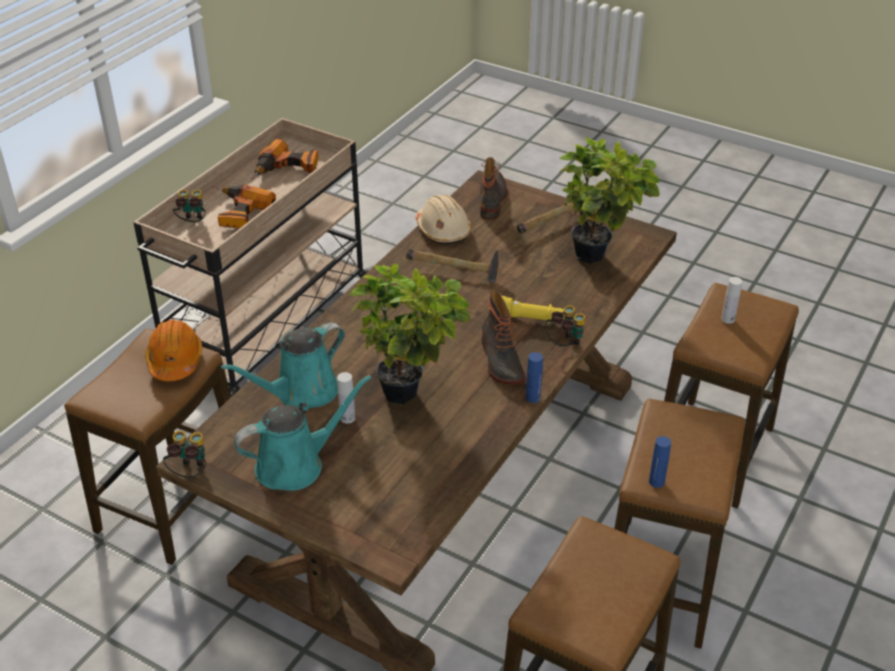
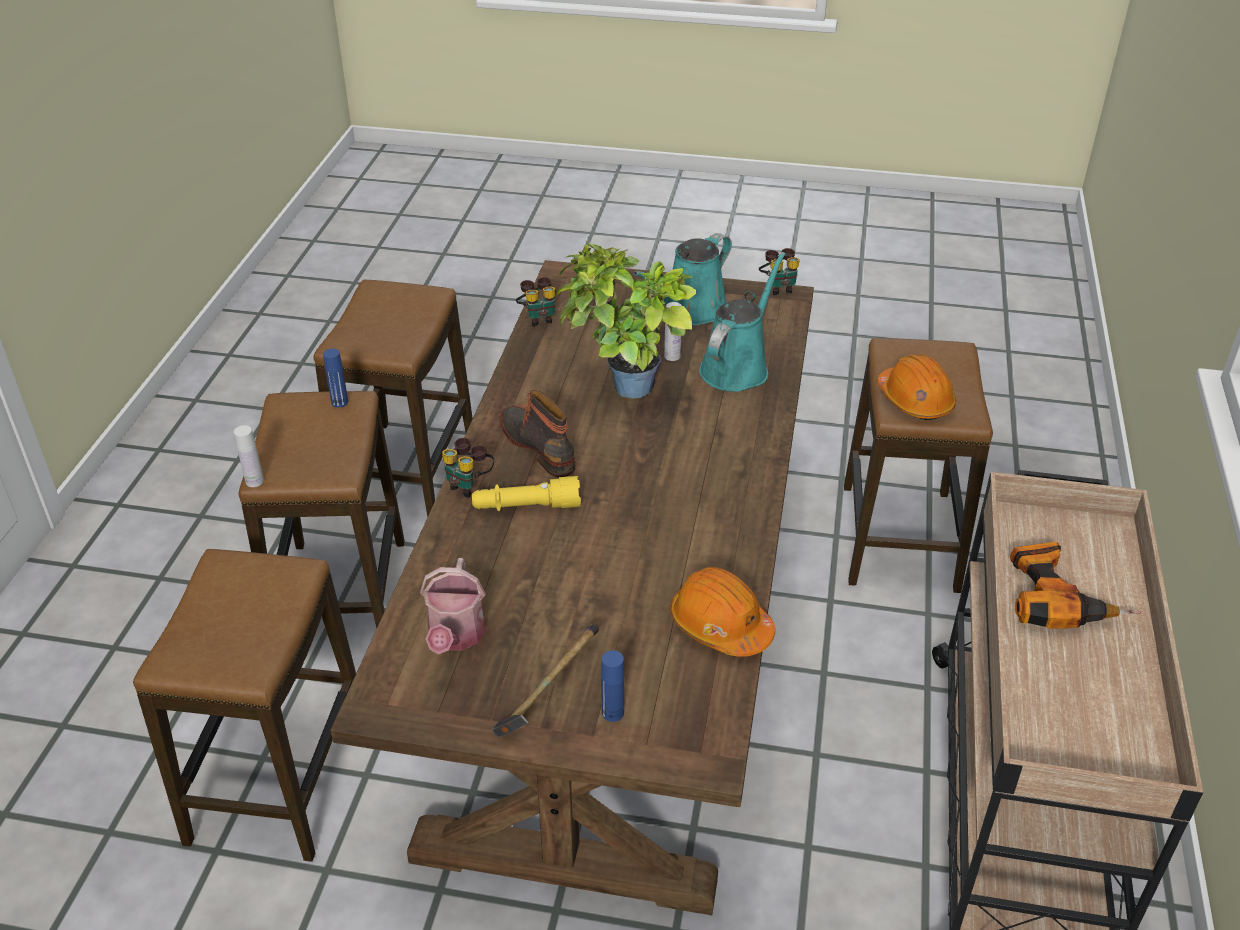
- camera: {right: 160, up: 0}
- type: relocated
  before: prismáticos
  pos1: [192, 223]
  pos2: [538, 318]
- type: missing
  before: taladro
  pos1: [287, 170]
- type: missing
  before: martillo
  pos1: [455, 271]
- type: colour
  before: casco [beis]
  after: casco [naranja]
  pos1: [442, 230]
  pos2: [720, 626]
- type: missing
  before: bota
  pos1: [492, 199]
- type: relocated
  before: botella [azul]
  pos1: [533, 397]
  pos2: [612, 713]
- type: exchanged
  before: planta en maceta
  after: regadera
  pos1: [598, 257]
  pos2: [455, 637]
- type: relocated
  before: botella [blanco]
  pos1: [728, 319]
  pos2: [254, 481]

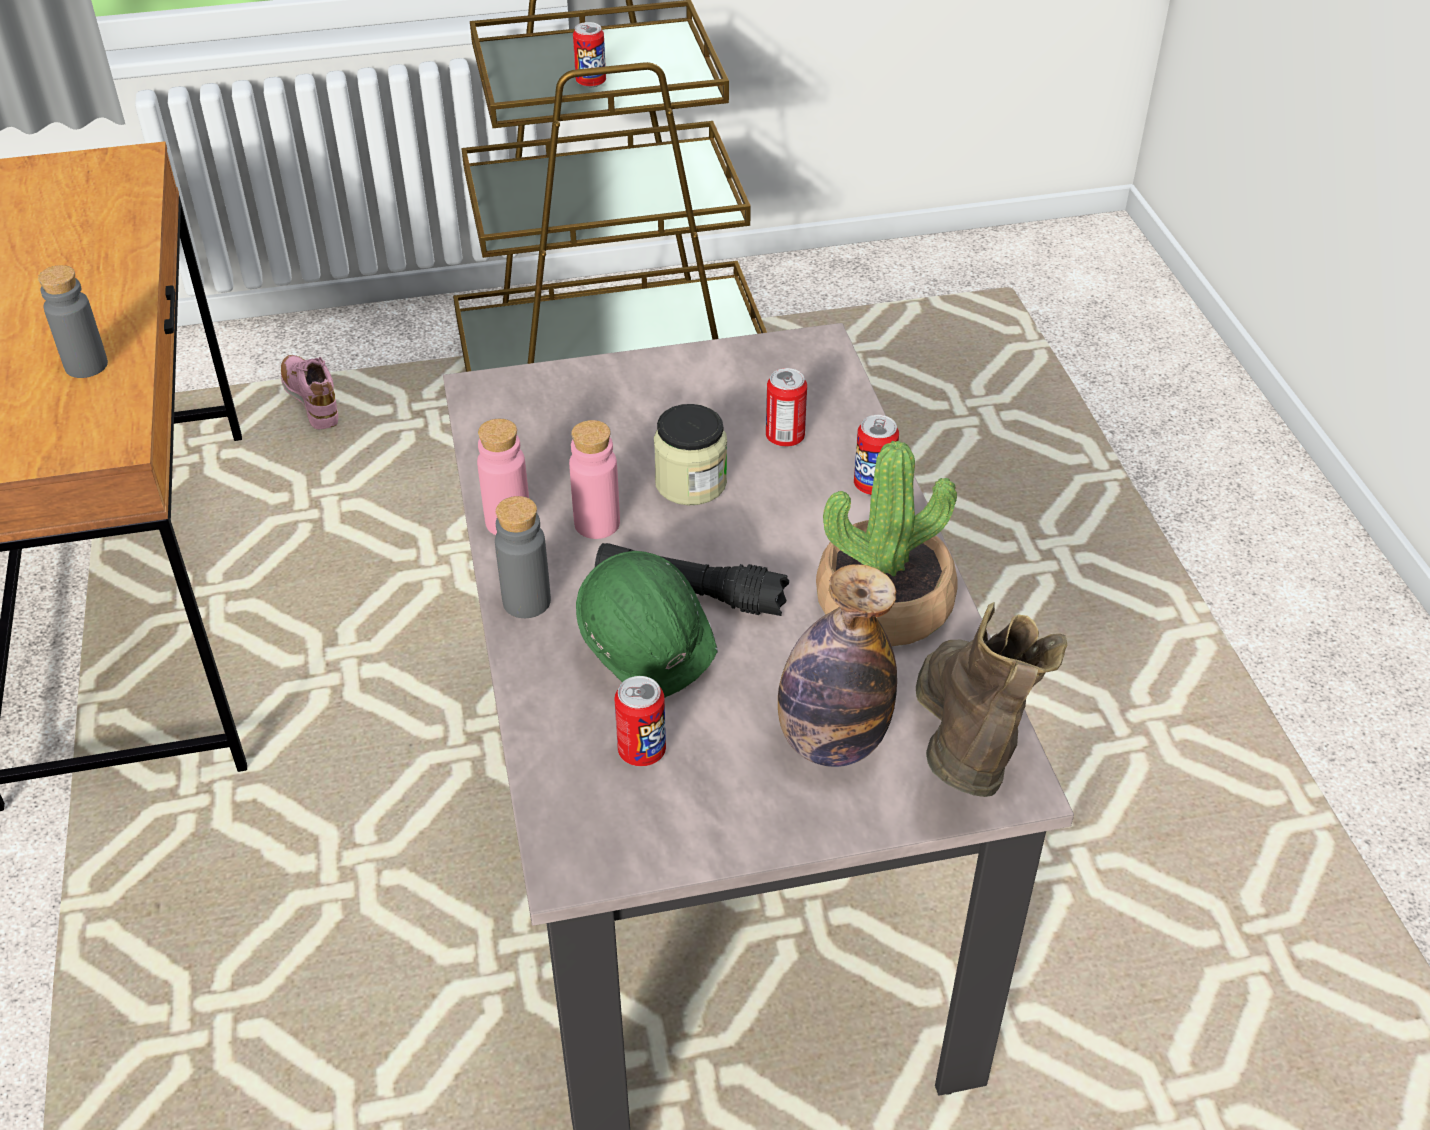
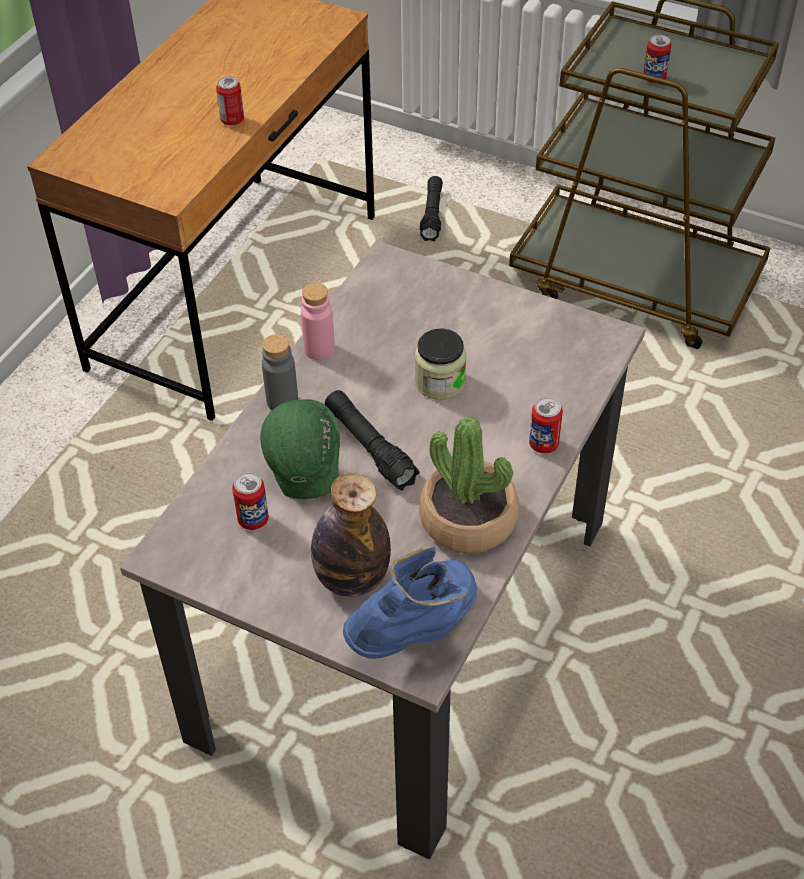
- camera: {right: 40, up: 5}
- type: missing
  before: botella [gris]
  pos1: [86, 365]
- type: exchanged
  before: zapato [rosa]
  after: linterna [negro]
  pos1: [312, 401]
  pos2: [432, 215]
- type: missing
  before: botella [rosa]
  pos1: [597, 523]
- type: relocated
  before: lata
  pos1: [785, 437]
  pos2: [232, 120]
- type: colour
  before: bota [marrón]
  after: bota [azul]
  pos1: [967, 752]
  pos2: [417, 632]

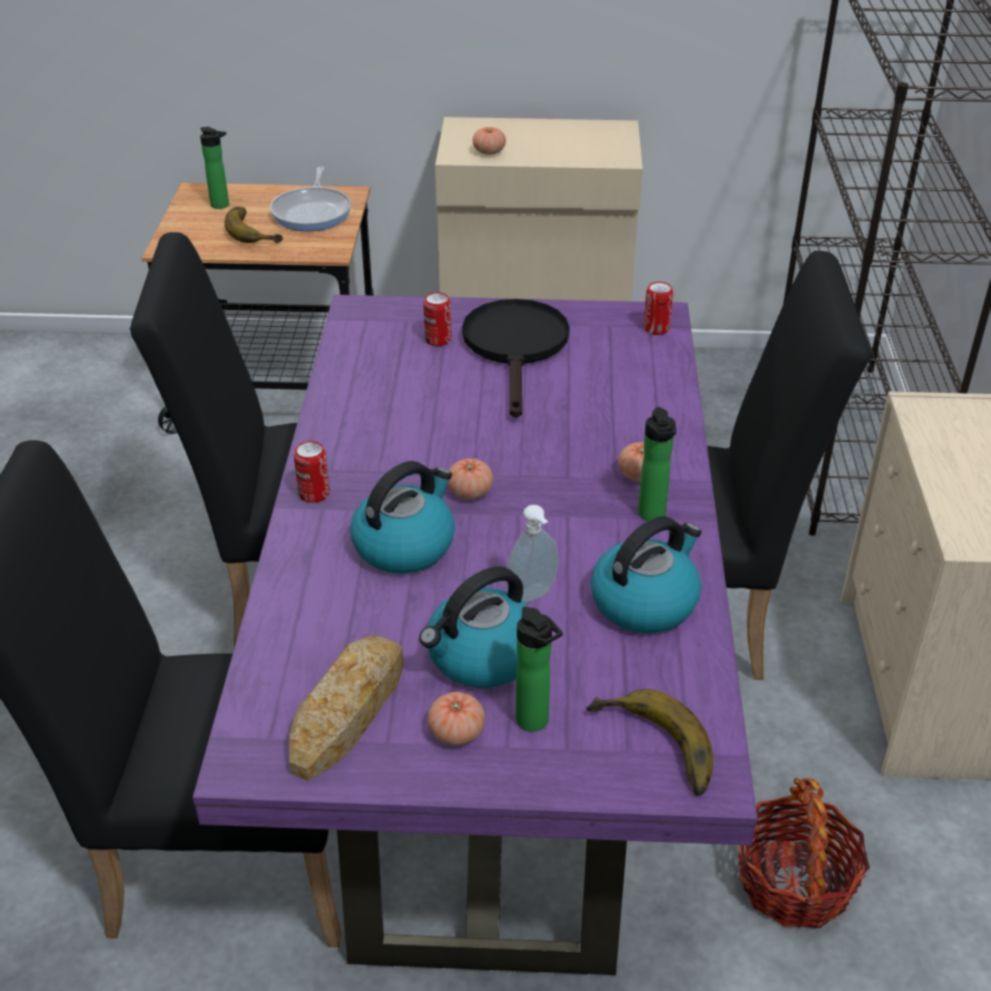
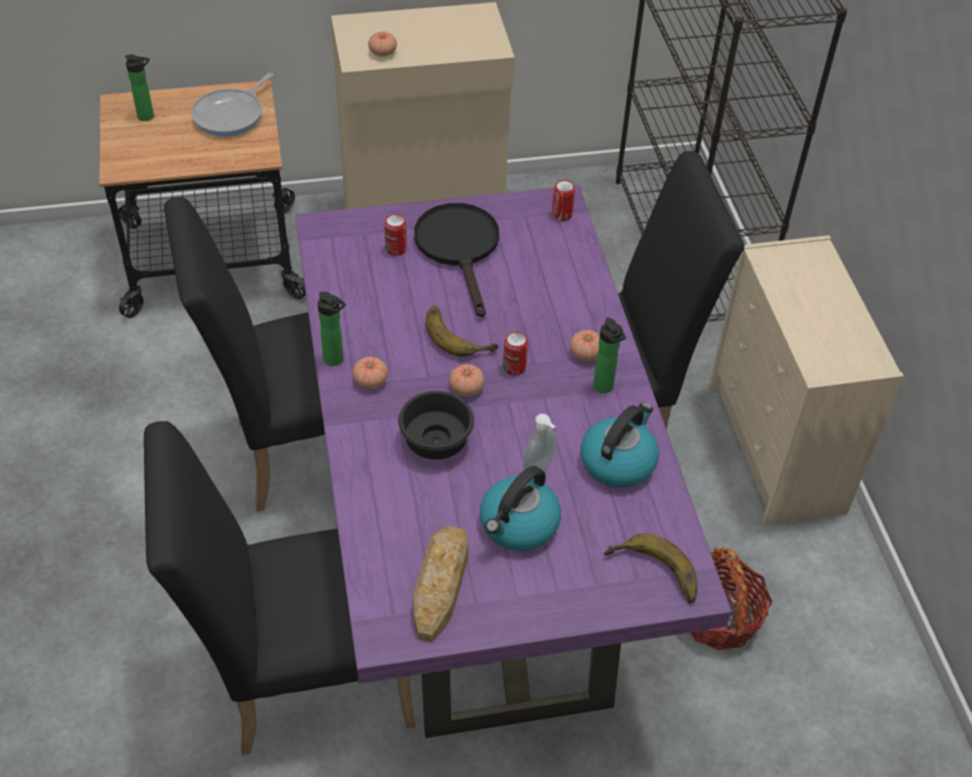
- camera: {right: -15, up: 10}
- type: relocated
  before: plátano
  pos1: [256, 230]
  pos2: [459, 333]
- type: spun
  before: sartén
  pos1: [313, 212]
  pos2: [231, 115]
  turn: 45
- type: relocated
  before: lata
  pos1: [314, 494]
  pos2: [514, 367]
- type: exchanged
  before: hervidor
  after: cuenco [negro]
  pos1: [405, 545]
  pos2: [434, 443]
- type: relocated
  before: tomate
  pos1: [456, 732]
  pos2: [370, 381]
- type: relocated
  before: botella
  pos1: [535, 723]
  pos2: [335, 360]

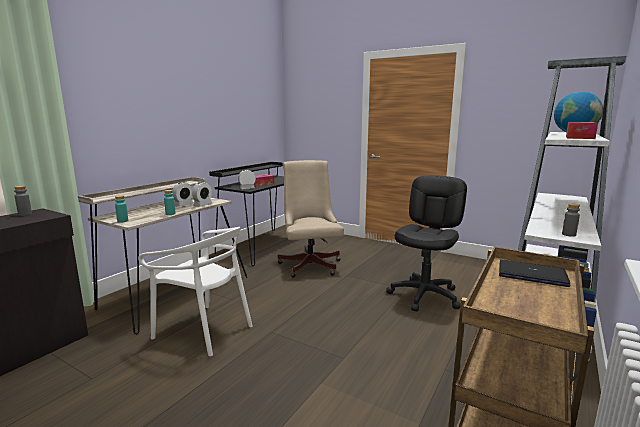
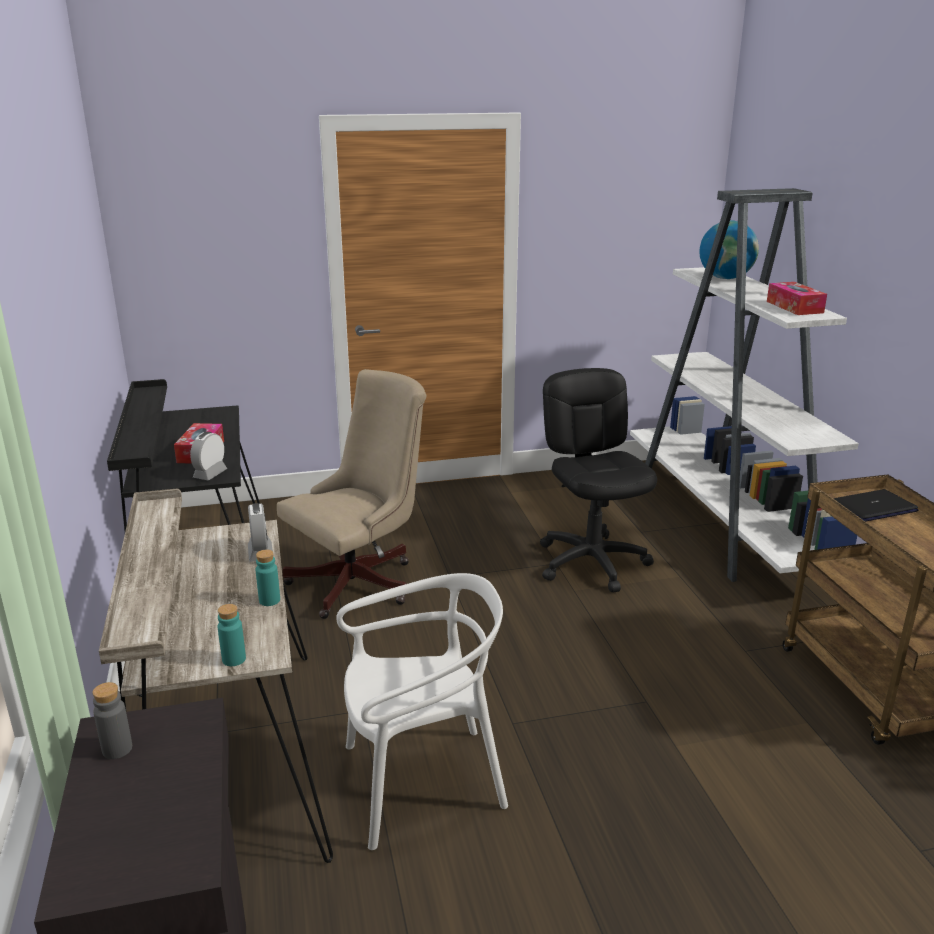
- camera: {right: -45, up: 10}
- type: missing
  before: despertador
  pos1: [184, 205]
- type: spun
  before: silla de oficina [beis]
  pos1: [310, 264]
  pos2: [361, 581]
  turn: 105
- type: missing
  before: botella [gris]
  pos1: [568, 234]

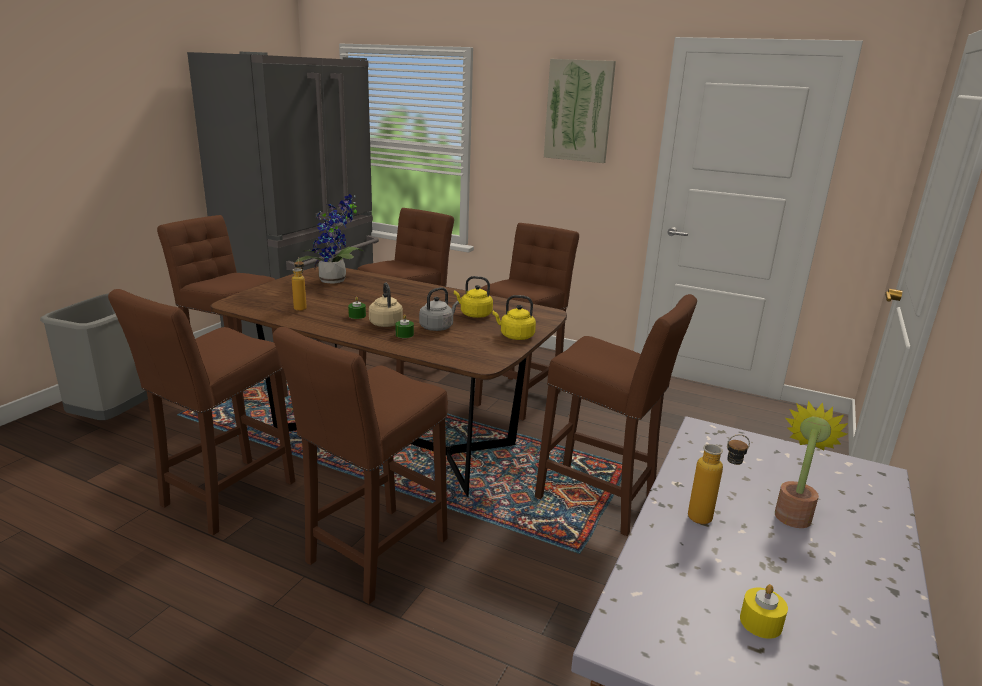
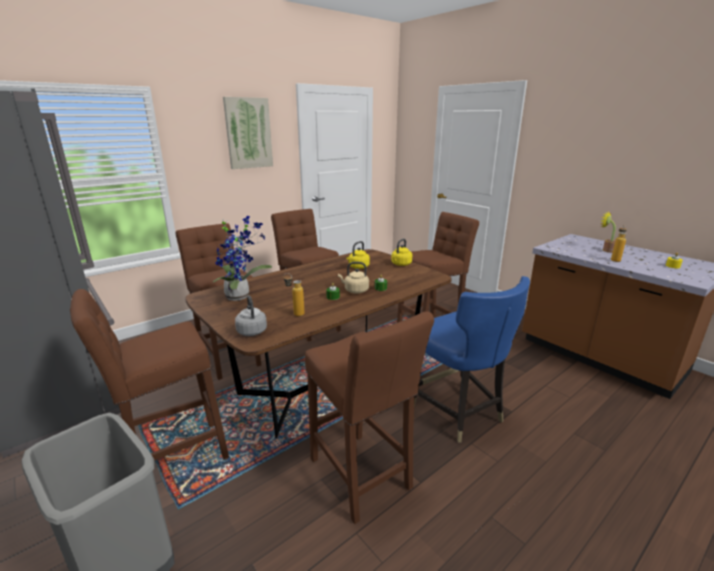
- camera: {right: -65, up: 0}
- type: exchanged
  before: taburete [marrón]
  after: silla [azul]
  pos1: [373, 555]
  pos2: [457, 411]
- type: relocated
  before: hervidor [gris]
  pos1: [437, 327]
  pos2: [251, 330]

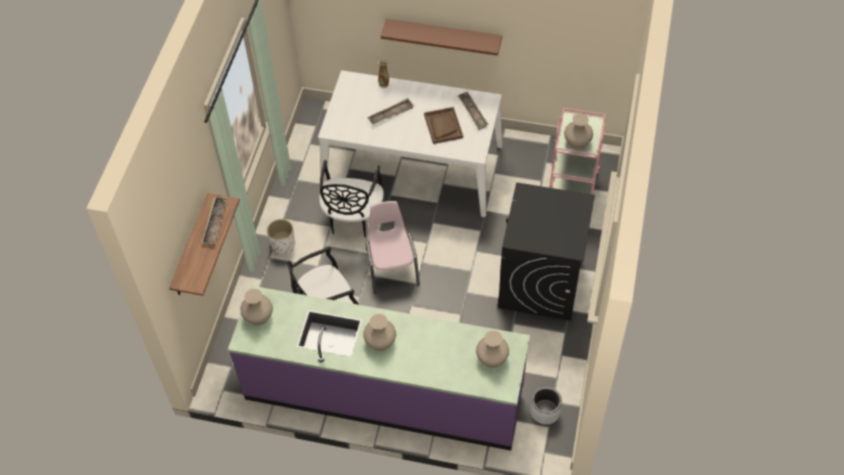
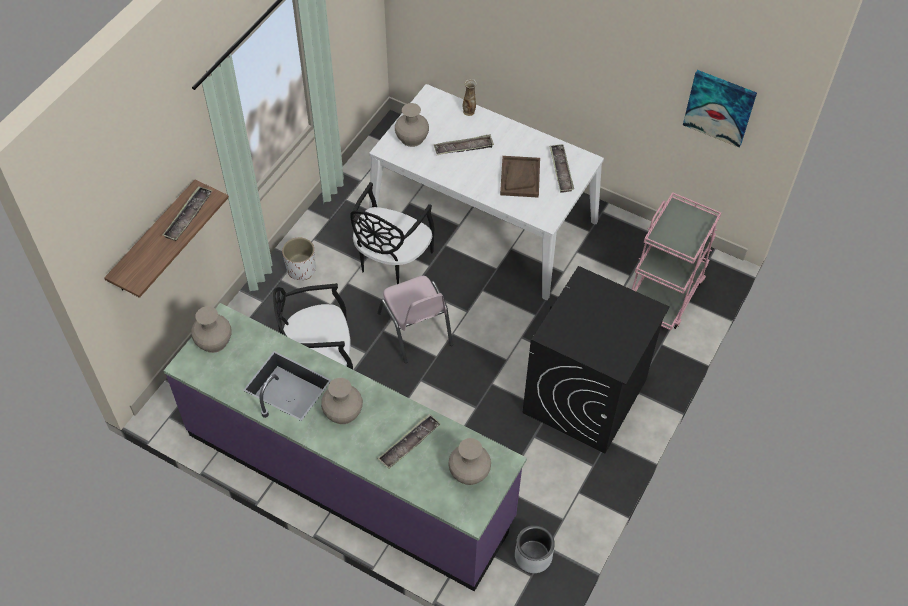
- camera: {right: 15, up: 0}
- type: spun
  before: silla [rosa]
  pos1: [392, 267]
  pos2: [415, 329]
  turn: 150
- type: missing
  before: estante [marrón]
  pos1: [444, 36]
- type: relocated
  before: florero [beis]
  pos1: [577, 141]
  pos2: [412, 138]
- type: appeared
  after: bandeja
  pos2: [409, 444]
- type: appeared
  after: cuadro
  pos2: [719, 107]

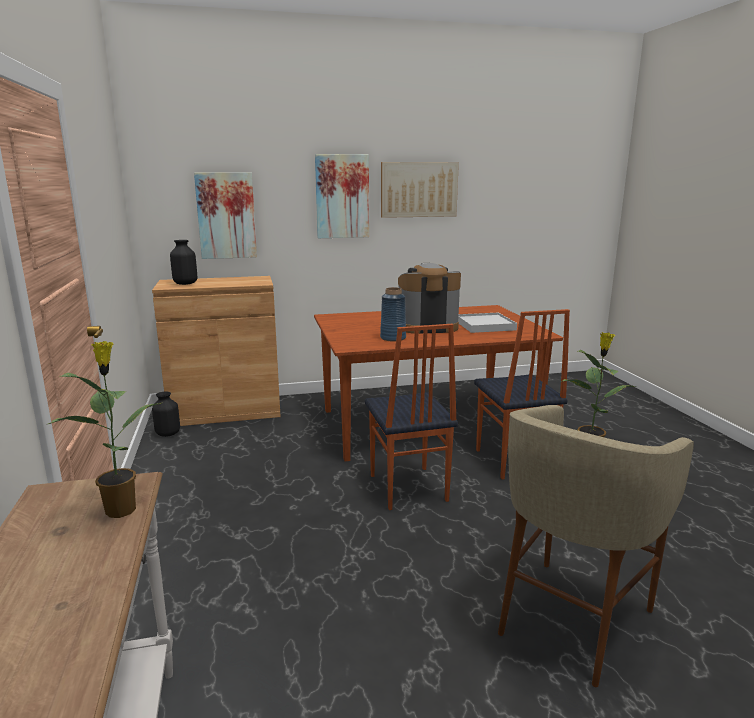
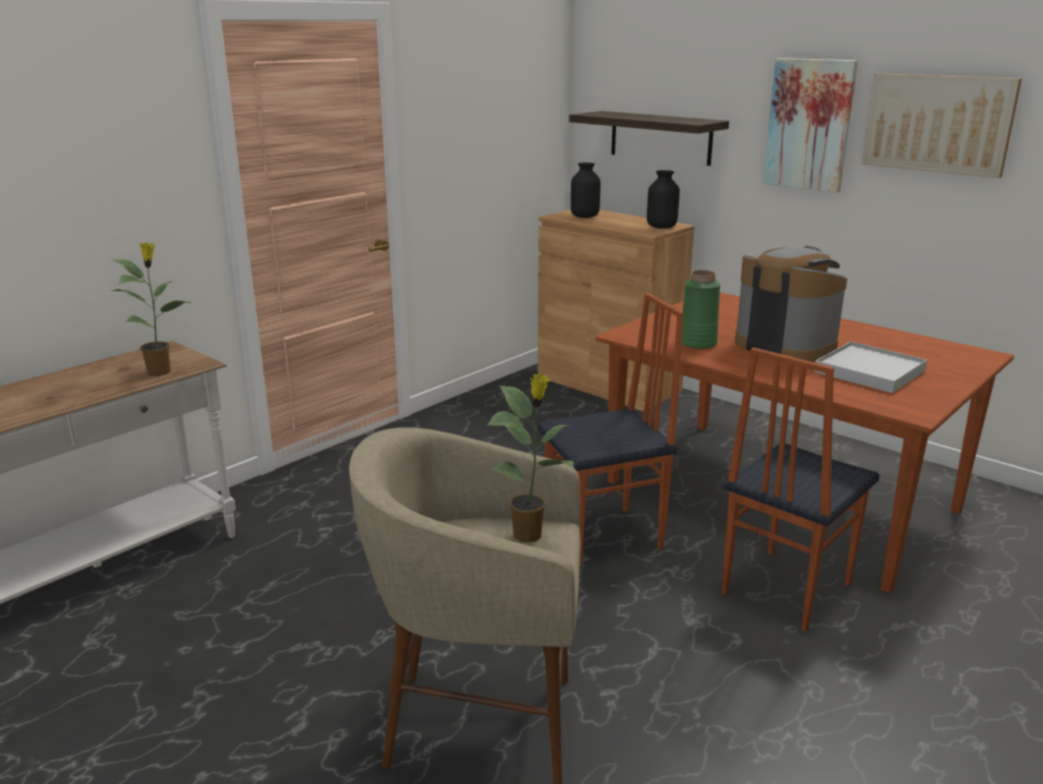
- camera: {right: 55, up: 5}
- type: relocated
  before: florero [negro]
  pos1: [167, 434]
  pos2: [661, 227]
- type: exchanged
  before: cuadro
  after: estante
  pos1: [226, 215]
  pos2: [660, 137]
- type: spun
  before: silla
  pos1: [407, 488]
  pos2: [605, 537]
  turn: -150
- type: colour
  before: florero [azul]
  after: florero [verde]
  pos1: [393, 338]
  pos2: [697, 343]

